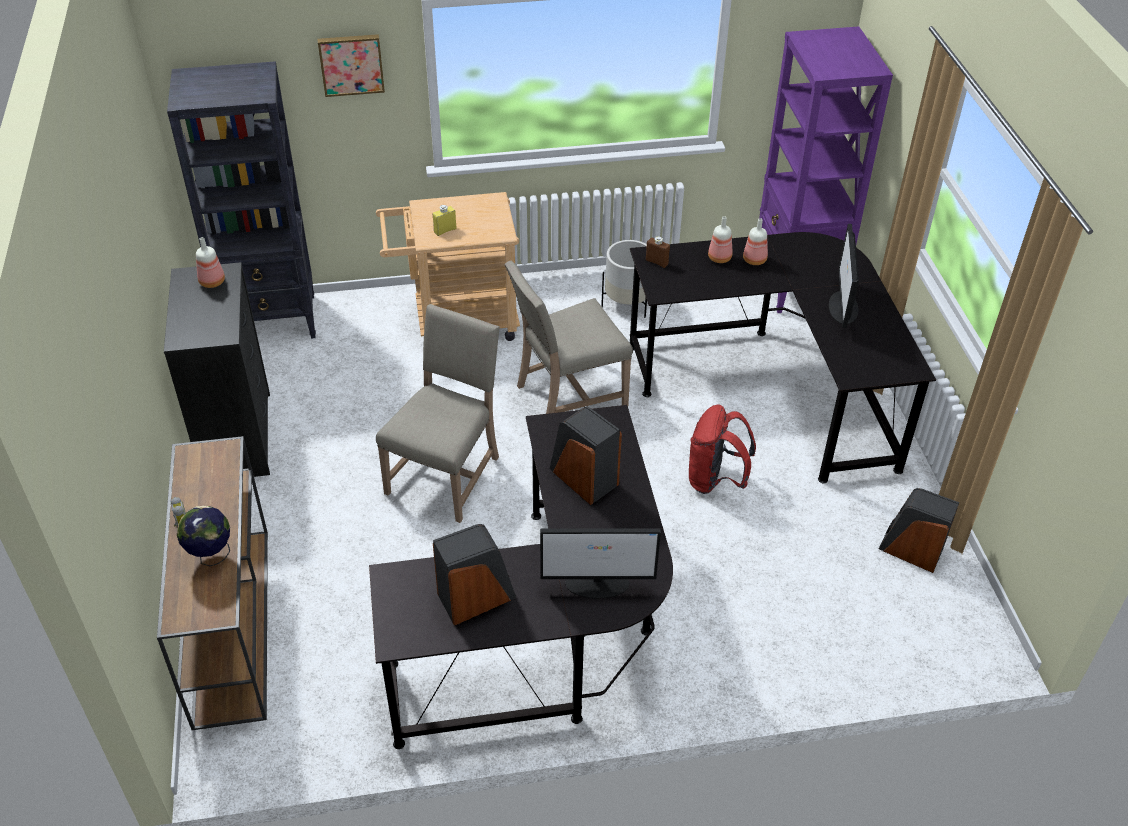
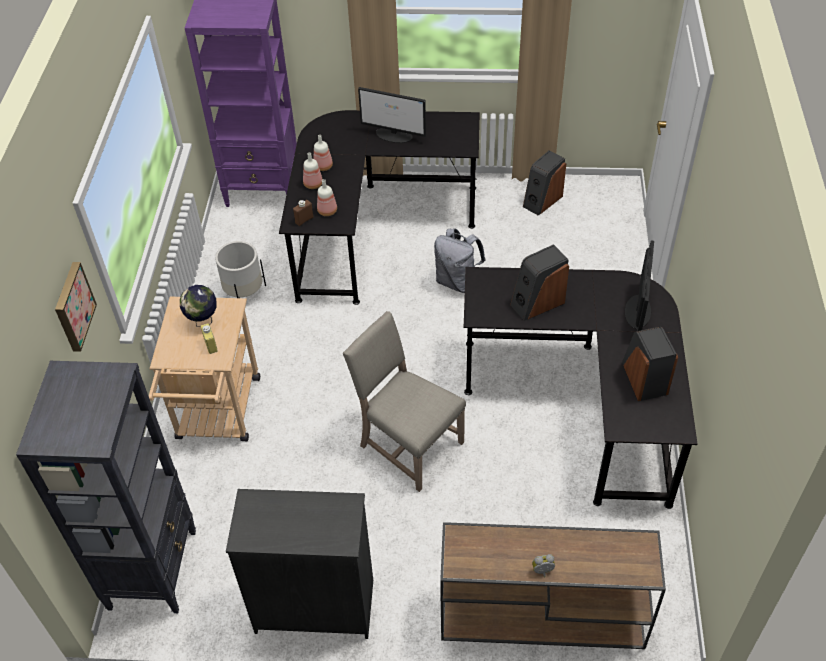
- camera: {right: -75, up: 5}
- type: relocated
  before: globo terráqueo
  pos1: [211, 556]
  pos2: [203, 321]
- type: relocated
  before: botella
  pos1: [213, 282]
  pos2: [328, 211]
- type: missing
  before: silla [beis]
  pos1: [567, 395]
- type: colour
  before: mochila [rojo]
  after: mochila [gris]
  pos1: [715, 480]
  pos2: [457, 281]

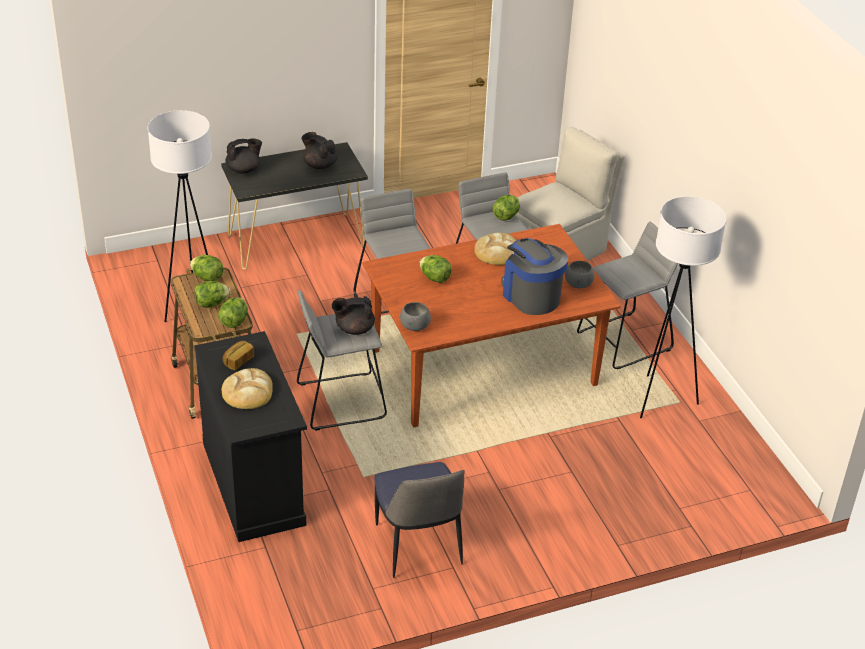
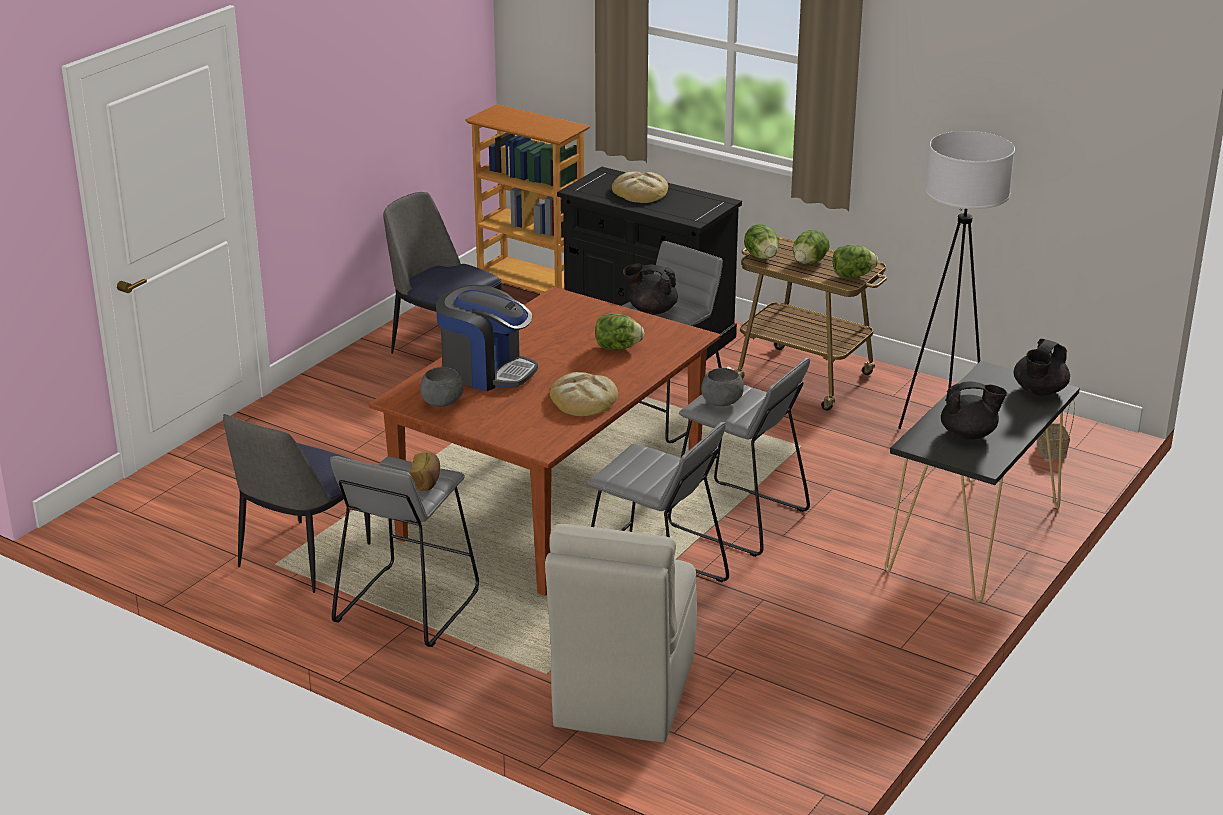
- camera: {right: 145, up: -10}
- type: relocated
  before: pan
  pos1: [238, 361]
  pos2: [426, 482]
- type: spun
  before: tetera [negro]
  pos1: [354, 329]
  pos2: [651, 310]
  turn: -120
- type: relocated
  before: cuenco [gris]
  pos1: [414, 326]
  pos2: [722, 403]
- type: missing
  before: lechuga
  pos1: [506, 216]
- type: exchanged
  before: lámpara de pie [blanco]
  after: silla
  pos1: [661, 399]
  pos2: [302, 558]
- type: appeared
  after: estantería
  pos2: [532, 291]
- type: appeared
  after: cesta
  pos2: [1052, 452]

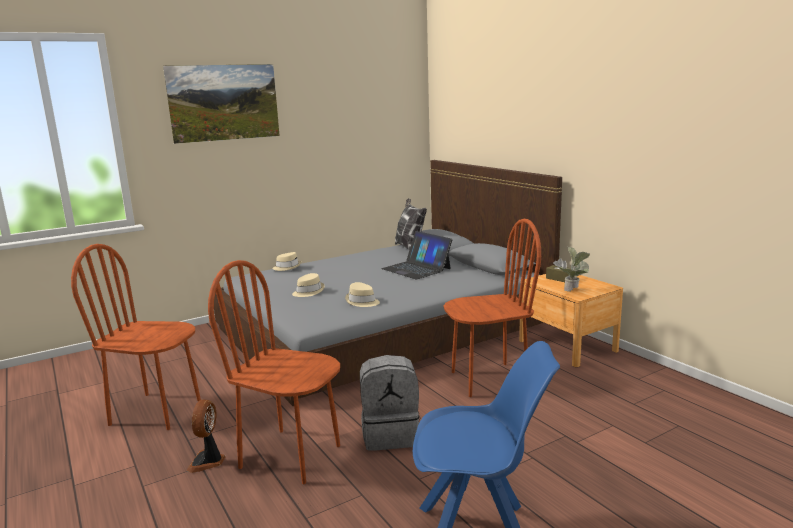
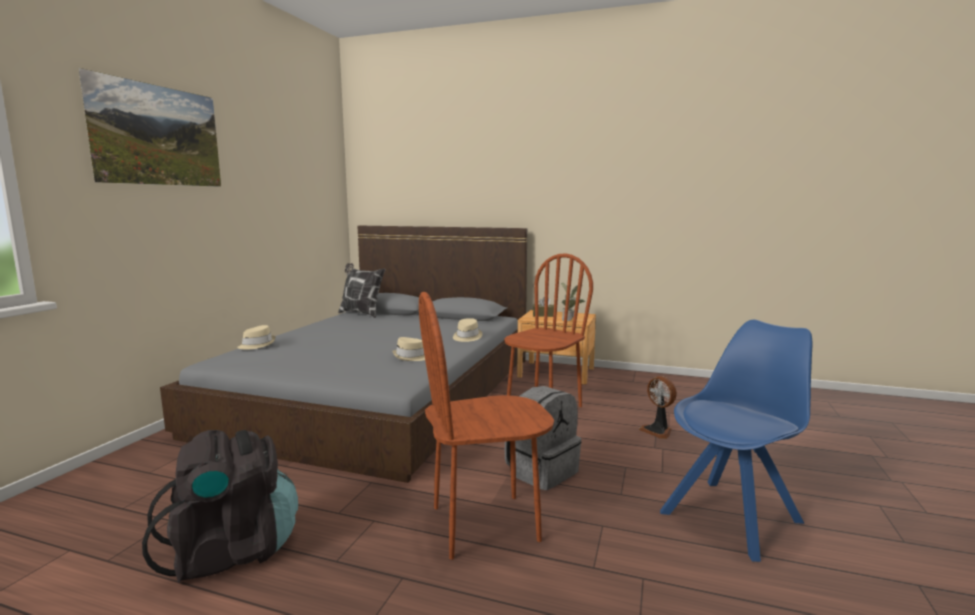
- camera: {right: -40, up: -5}
- type: exchanged
  before: silla [marrón]
  after: mochila [negro]
  pos1: [156, 411]
  pos2: [232, 551]
- type: relocated
  before: ventilador
  pos1: [208, 461]
  pos2: [658, 431]
- type: relocated
  before: sombrero [beis]
  pos1: [308, 291]
  pos2: [466, 337]
- type: missing
  before: portátil
  pos1: [416, 268]

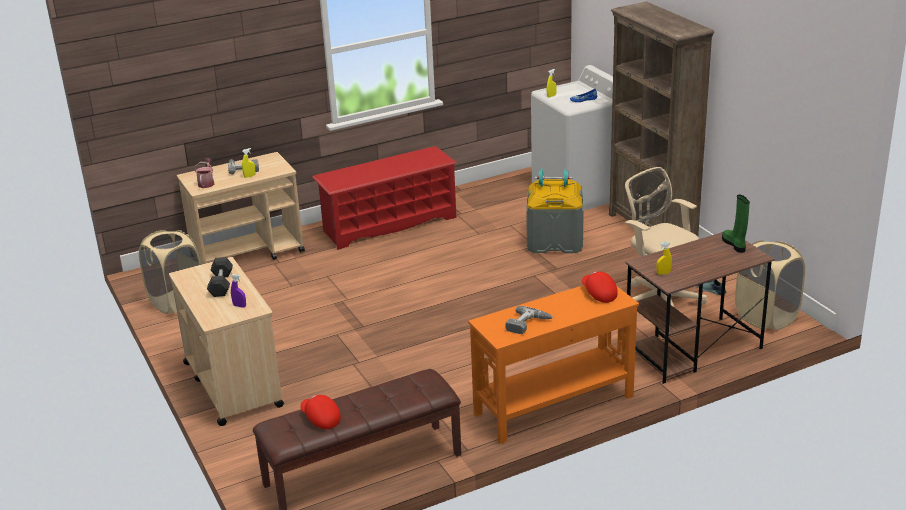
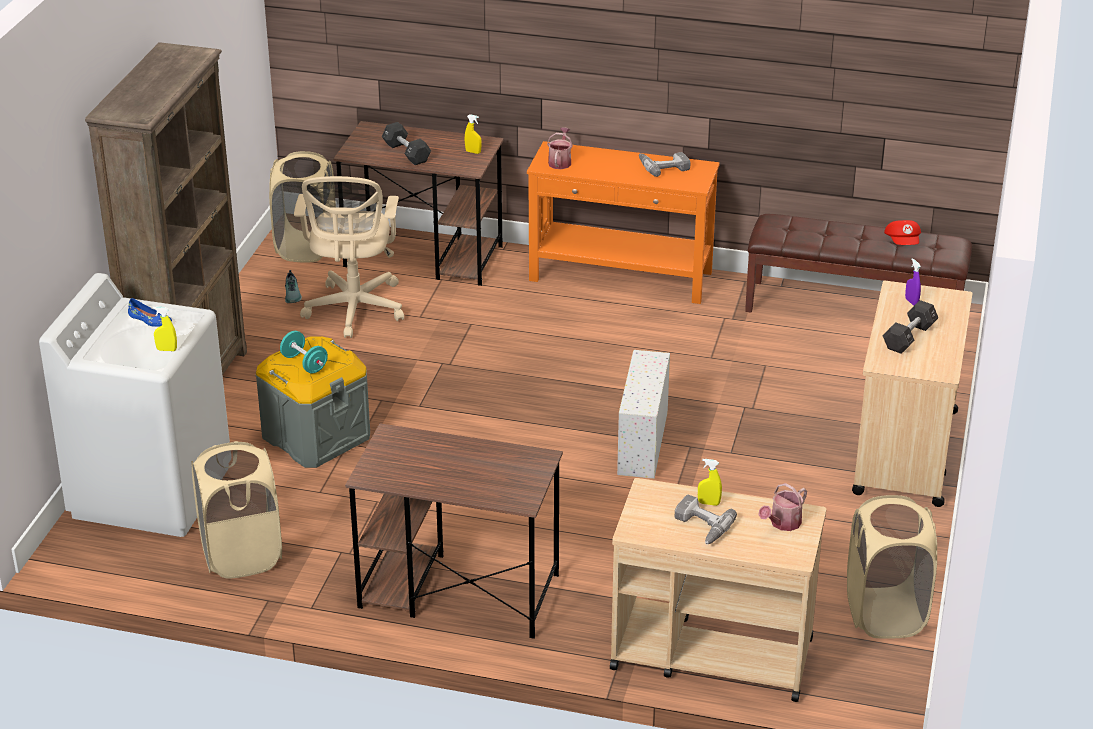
- camera: {right: -140, up: 5}
- type: exchanged
  before: zapatero [rojo]
  after: escritorio [marrón]
  pos1: [389, 224]
  pos2: [457, 591]
- type: exchanged
  before: gorra [rojo]
  after: regadera
  pos1: [598, 294]
  pos2: [560, 161]
- type: missing
  before: bota [verde]
  pos1: [734, 244]
- type: appeared
  after: cesto de la ropa [beis]
  pos2: [242, 555]
- type: appeared
  after: mancuerna [negro]
  pos2: [406, 153]
- type: appeared
  after: caja de almacenaje [blanco]
  pos2: [642, 444]

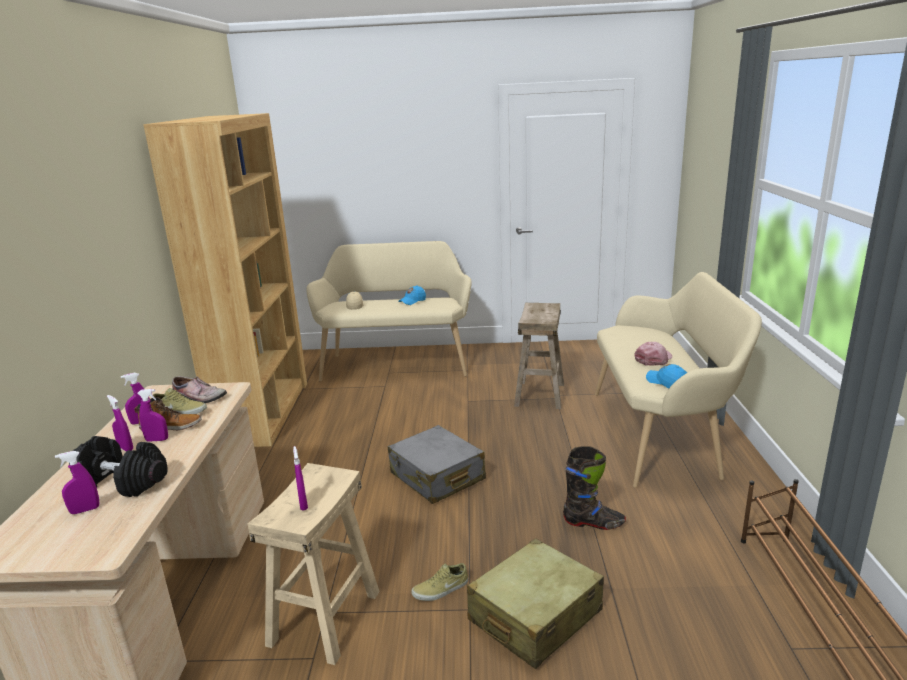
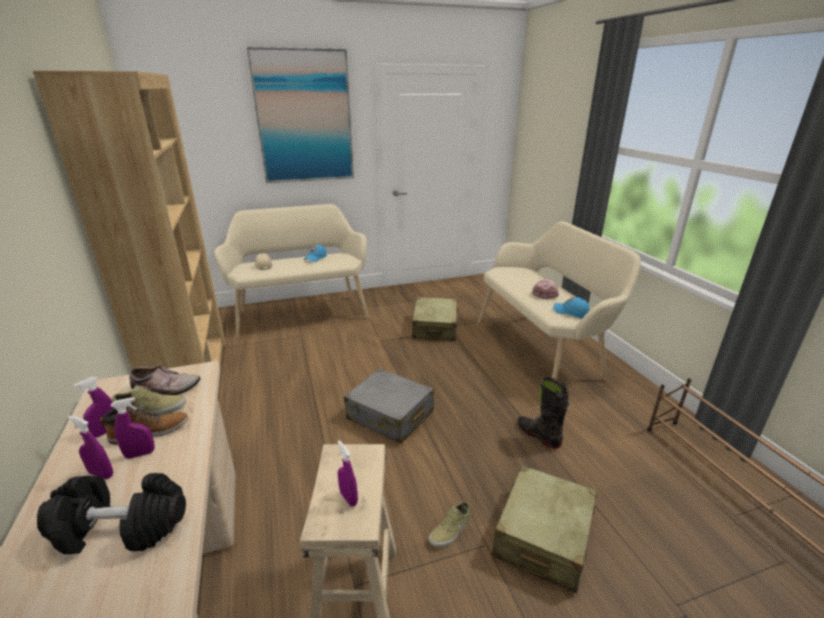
- camera: {right: -20, up: 5}
- type: missing
  before: pulverizador [morado]
  pos1: [85, 510]
- type: exchanged
  before: taburete [beis]
  after: maleta [beis]
  pos1: [539, 394]
  pos2: [435, 327]
- type: spun
  before: bota [negro]
  pos1: [593, 523]
  pos2: [538, 435]
  turn: -120
- type: appeared
  after: cuadro
  pos2: [304, 118]

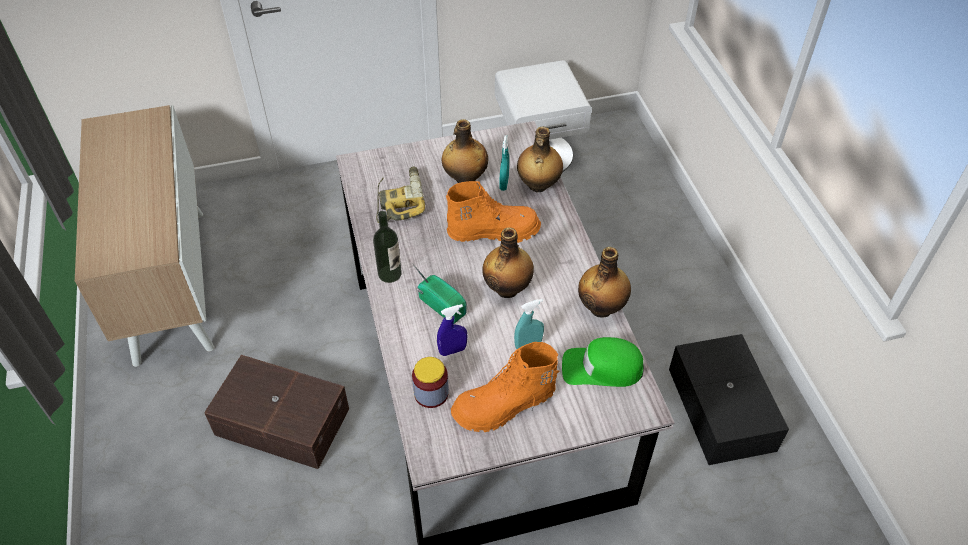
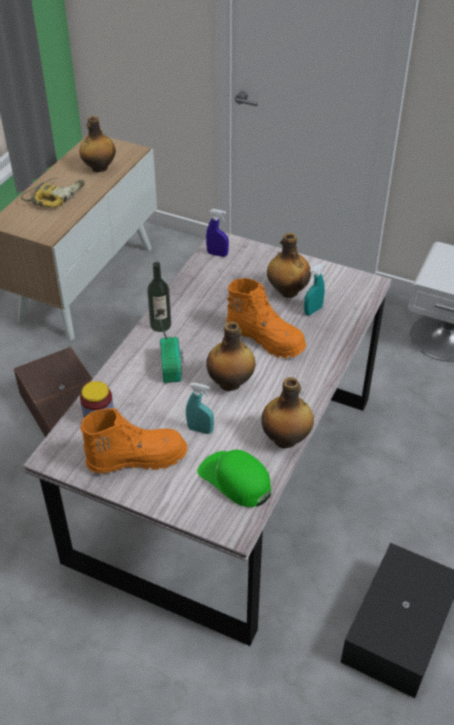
- camera: {right: 40, up: -5}
- type: relocated
  before: taladro
  pos1: [399, 200]
  pos2: [55, 196]
- type: relocated
  before: pulverizador [azul]
  pos1: [452, 350]
  pos2: [217, 254]
- type: spun
  before: bota [naranja]
  pos1: [504, 406]
  pos2: [136, 458]
  turn: 150
- type: relocated
  before: botella
  pos1: [538, 185]
  pos2: [99, 168]

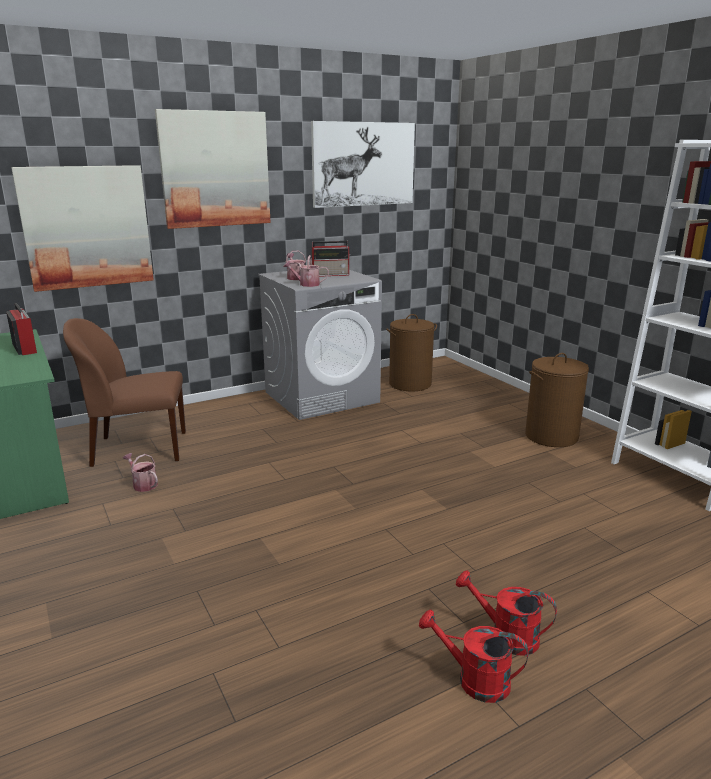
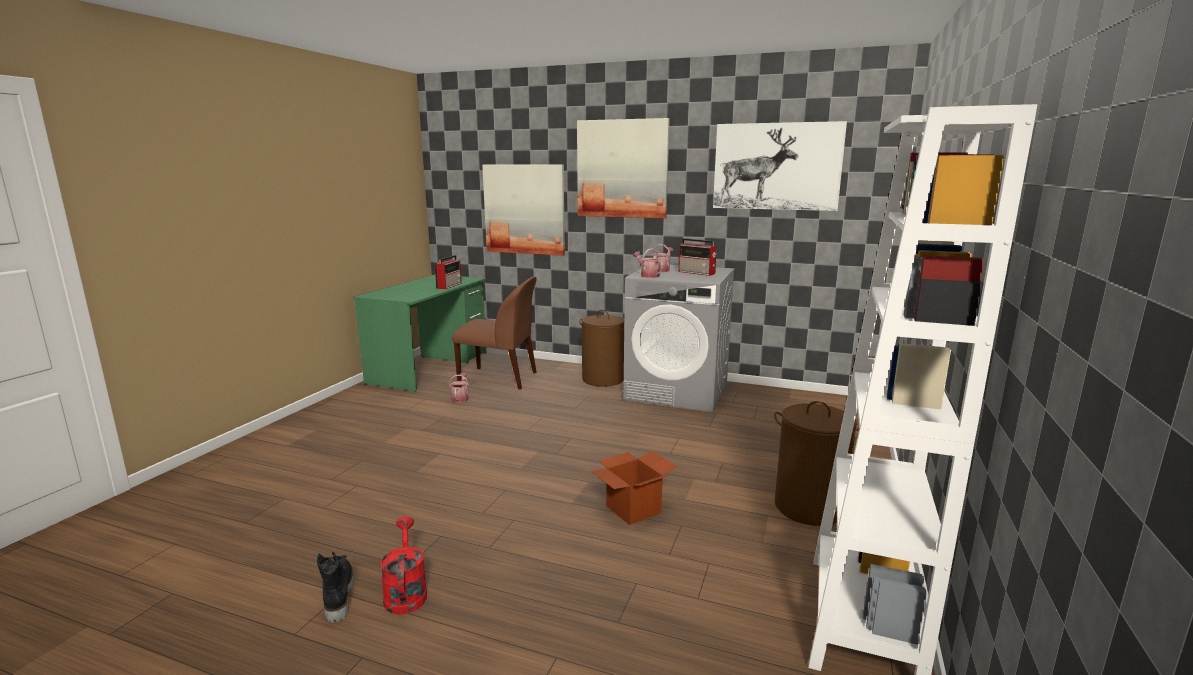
- camera: {right: 50, up: -5}
- type: spun
  before: silla [marrón]
  pos1: [137, 449]
  pos2: [500, 379]
  turn: 150
- type: relocated
  before: cesto de la ropa [marrón]
  pos1: [410, 384]
  pos2: [603, 379]
- type: exchanged
  before: regadera [rojo]
  after: bota [negro]
  pos1: [474, 680]
  pos2: [337, 595]
- type: appeared
  after: caja de cartón
  pos2: [633, 509]

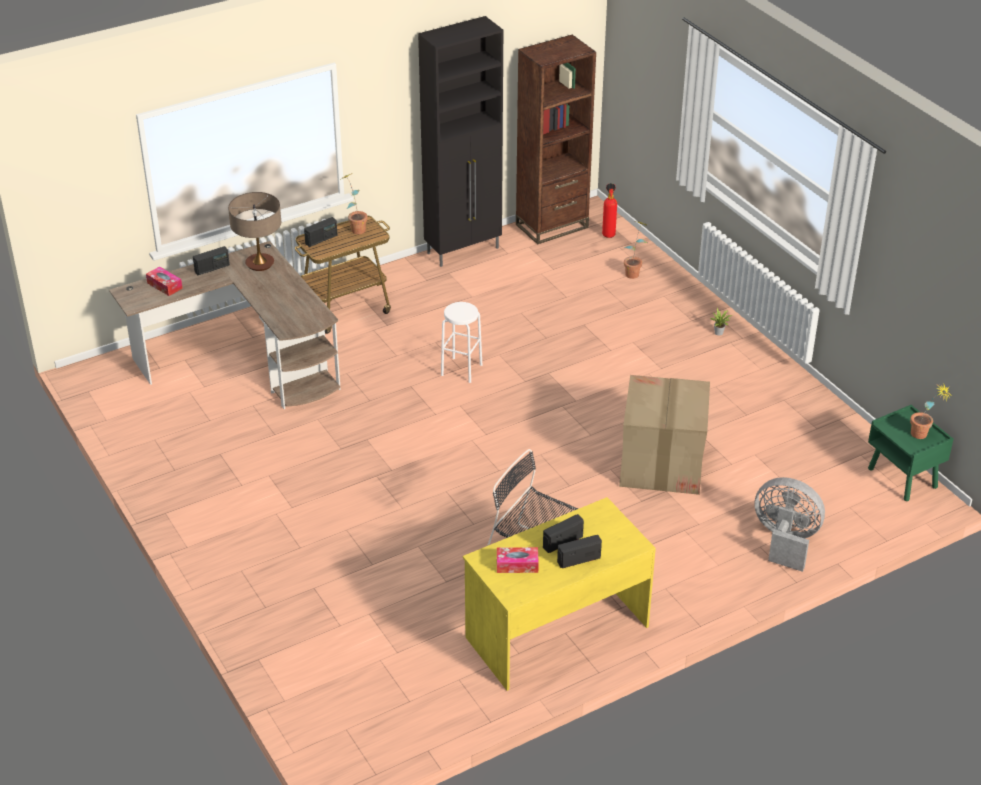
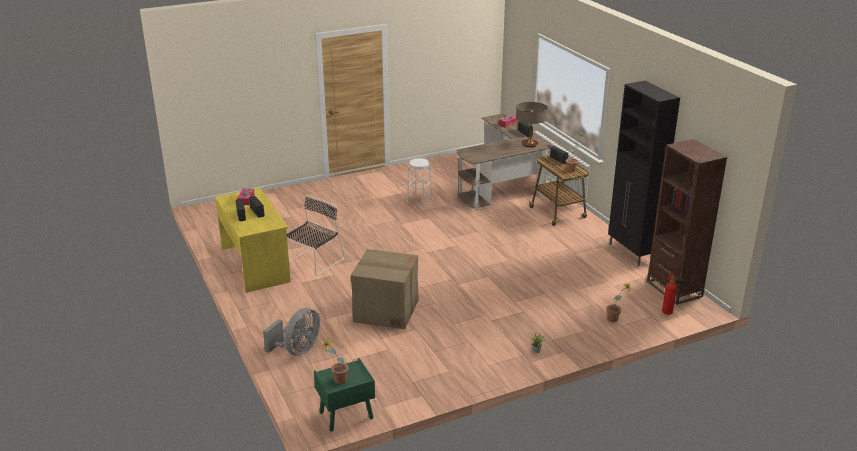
- camera: {right: 95, up: -10}
- type: relocated
  before: taburete [blanco]
  pos1: [461, 370]
  pos2: [419, 200]

